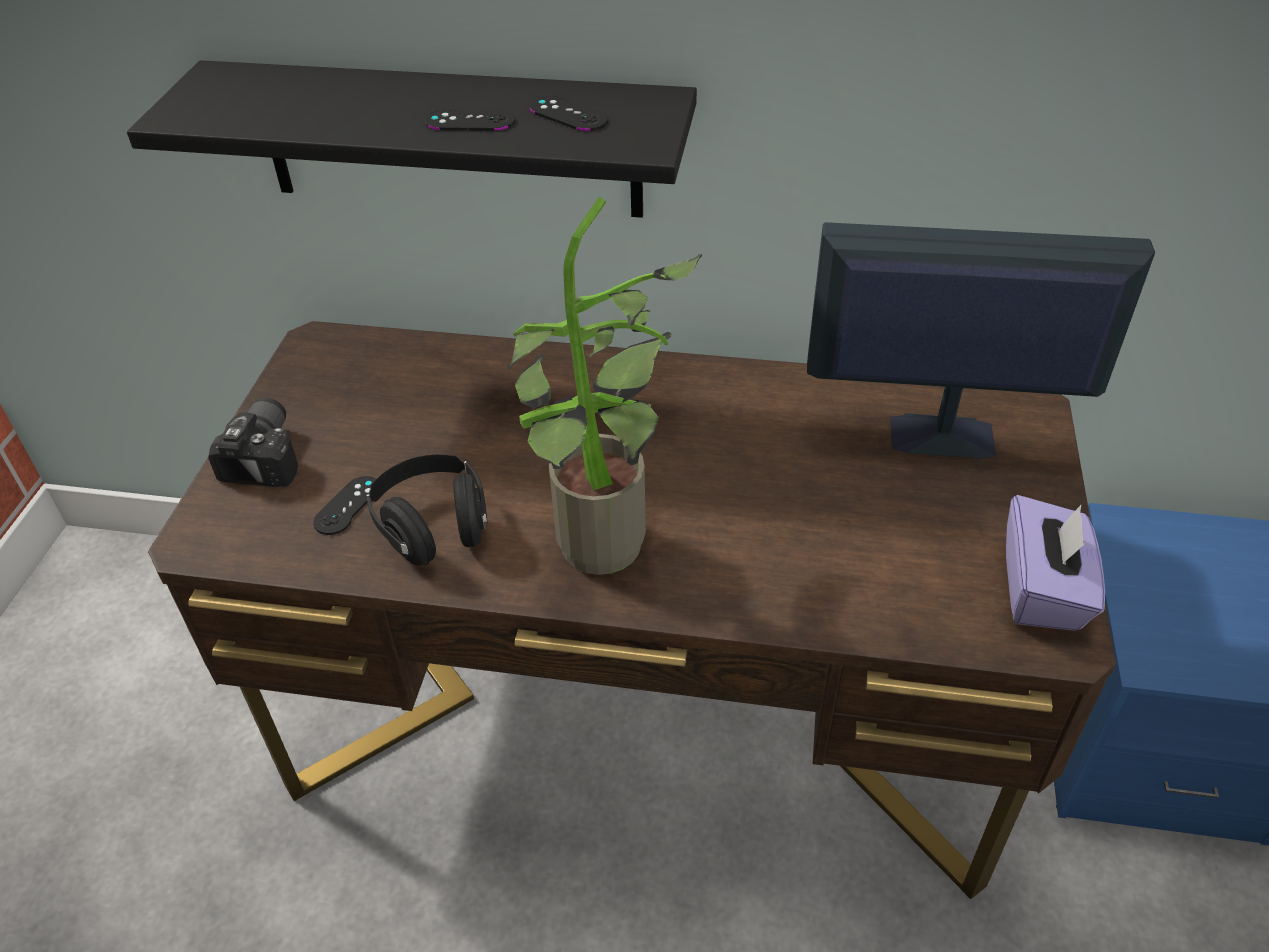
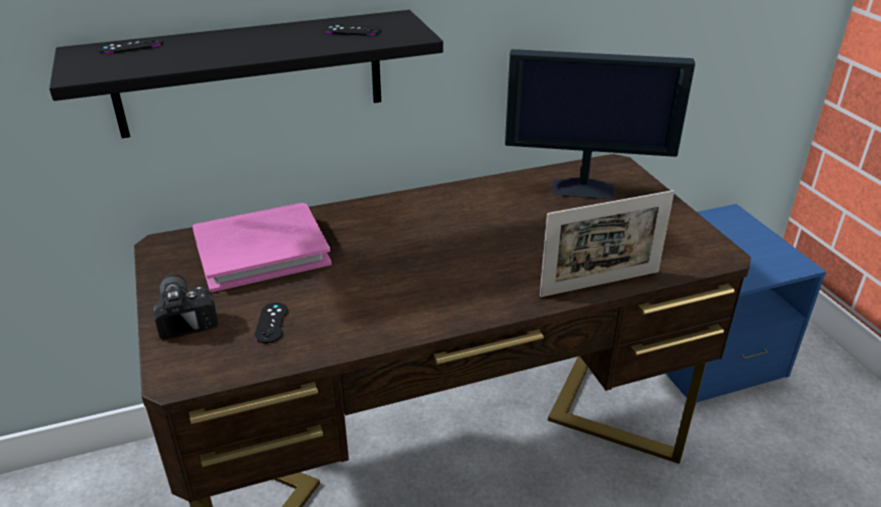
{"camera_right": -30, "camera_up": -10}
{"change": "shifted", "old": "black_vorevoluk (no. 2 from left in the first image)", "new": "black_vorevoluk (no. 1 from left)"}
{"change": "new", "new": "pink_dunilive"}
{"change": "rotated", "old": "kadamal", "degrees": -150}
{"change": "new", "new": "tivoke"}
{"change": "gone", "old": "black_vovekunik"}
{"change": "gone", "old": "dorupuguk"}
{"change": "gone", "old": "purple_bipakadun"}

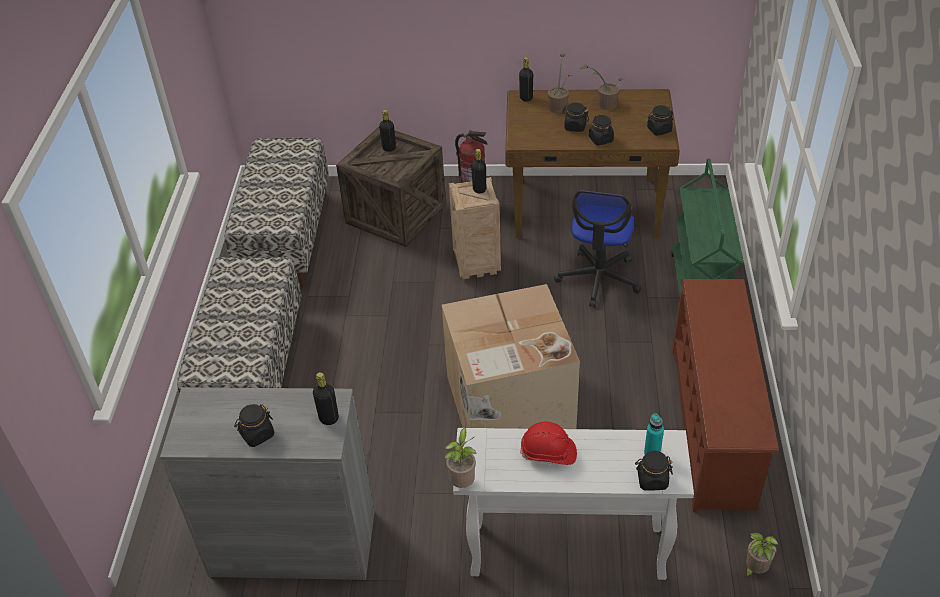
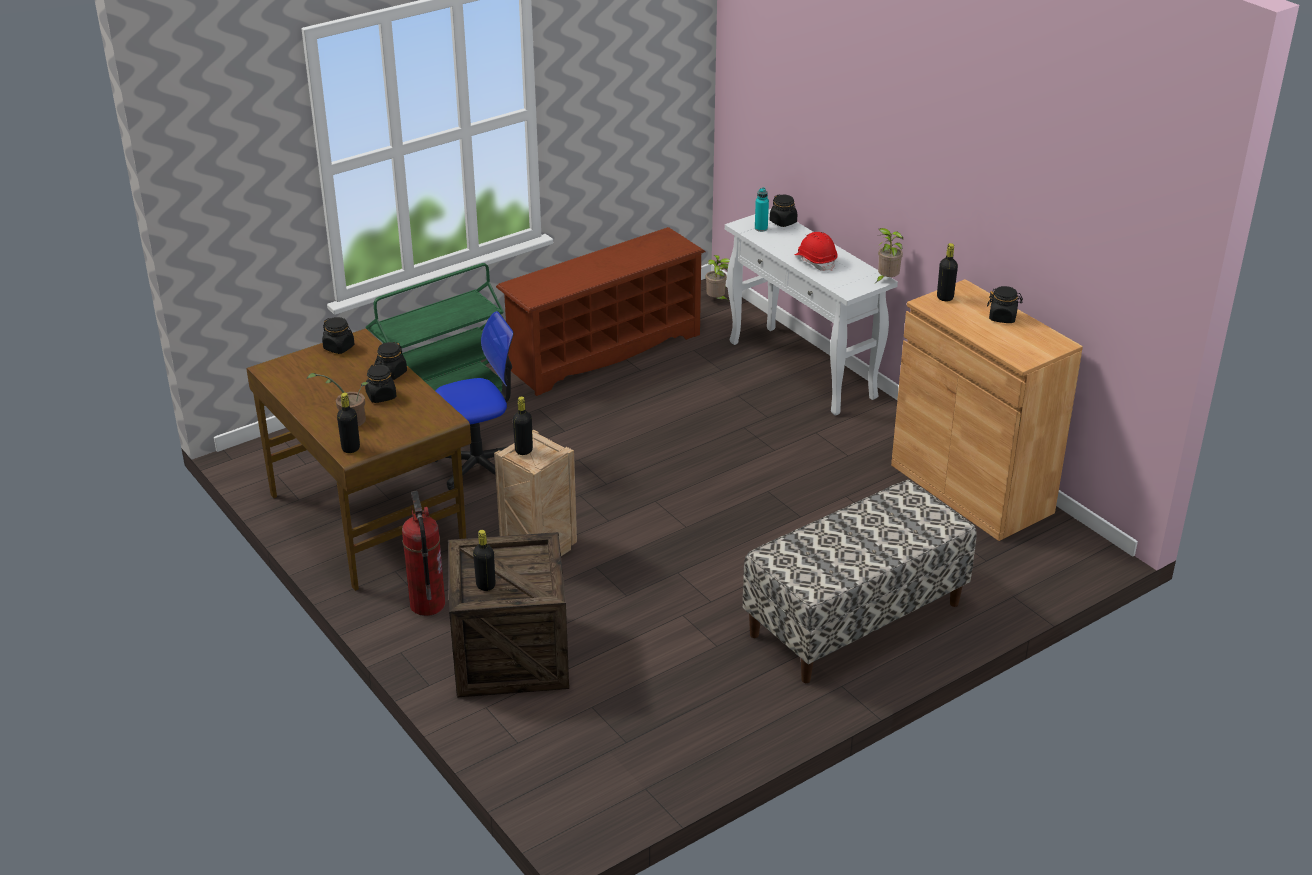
{"camera_right": -130, "camera_up": -10}
{"change": "repainted", "old": "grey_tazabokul", "new": "brown_tazabokul"}
{"change": "gone", "old": "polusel (no. 2 from left)"}
{"change": "gone", "old": "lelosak"}
{"change": "gone", "old": "dorupuguk (no. 3 from left)"}

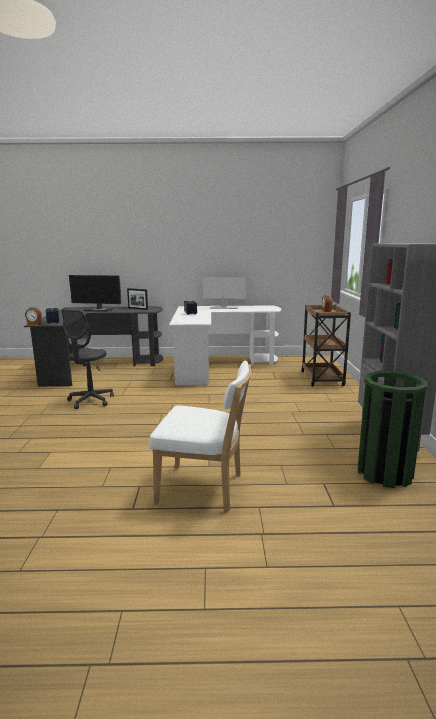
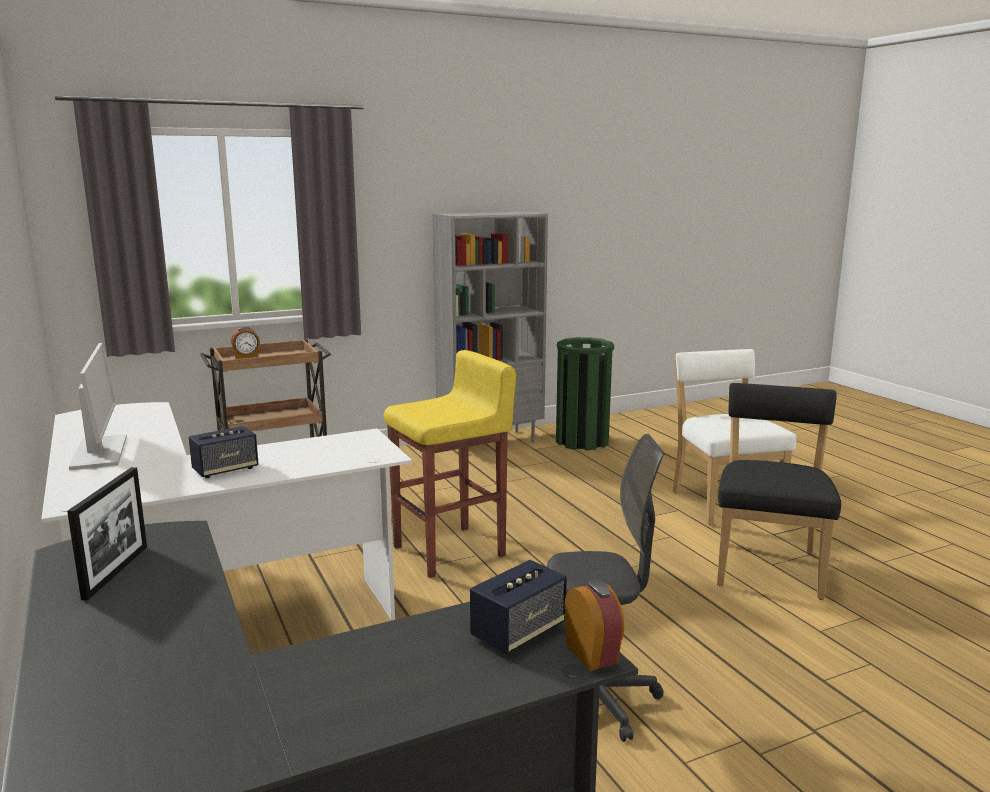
{"camera_right": -115, "camera_up": 0}
{"change": "new", "new": "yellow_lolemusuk"}
{"change": "new", "new": "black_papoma"}
{"change": "gone", "old": "kadamal (no. 1 from left)"}

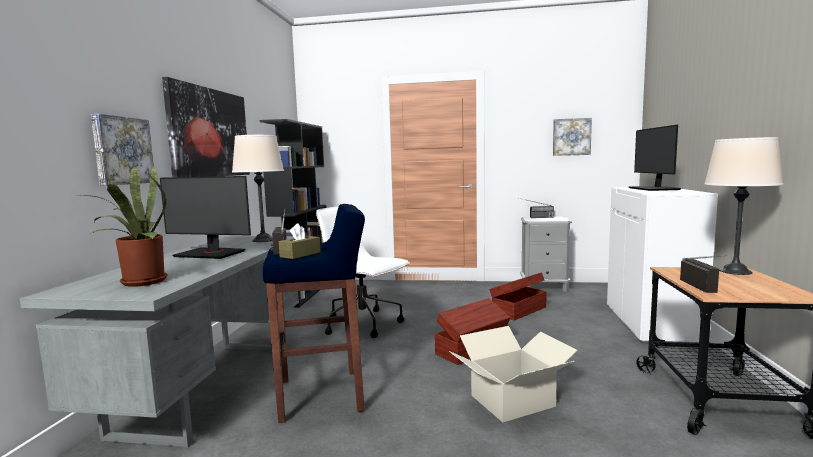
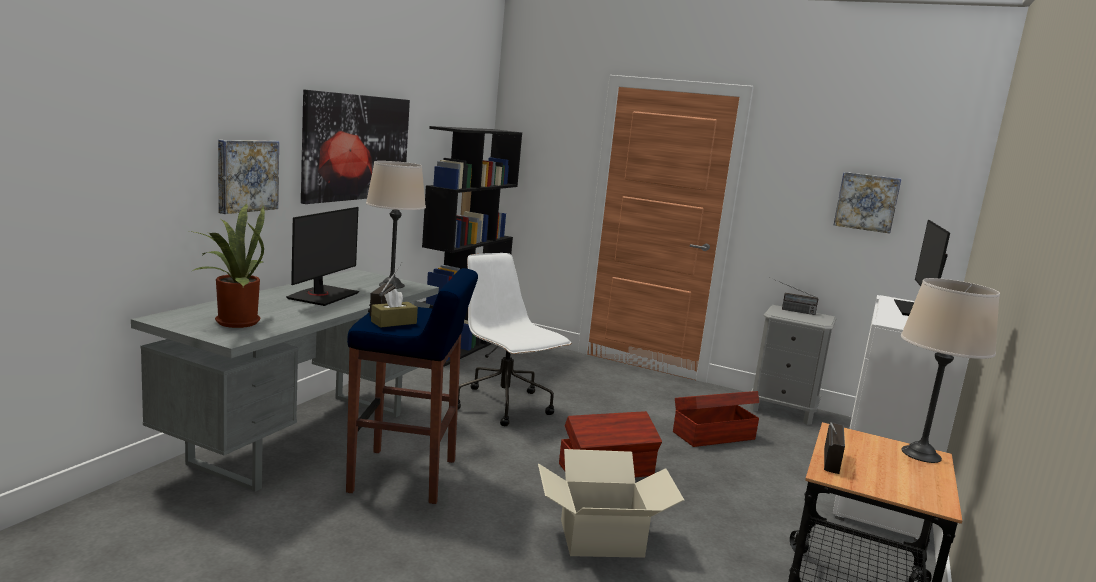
{"camera_right": 15, "camera_up": 5}
{"change": "rotated", "old": "kadamal (no. 1 from left)", "degrees": -105}

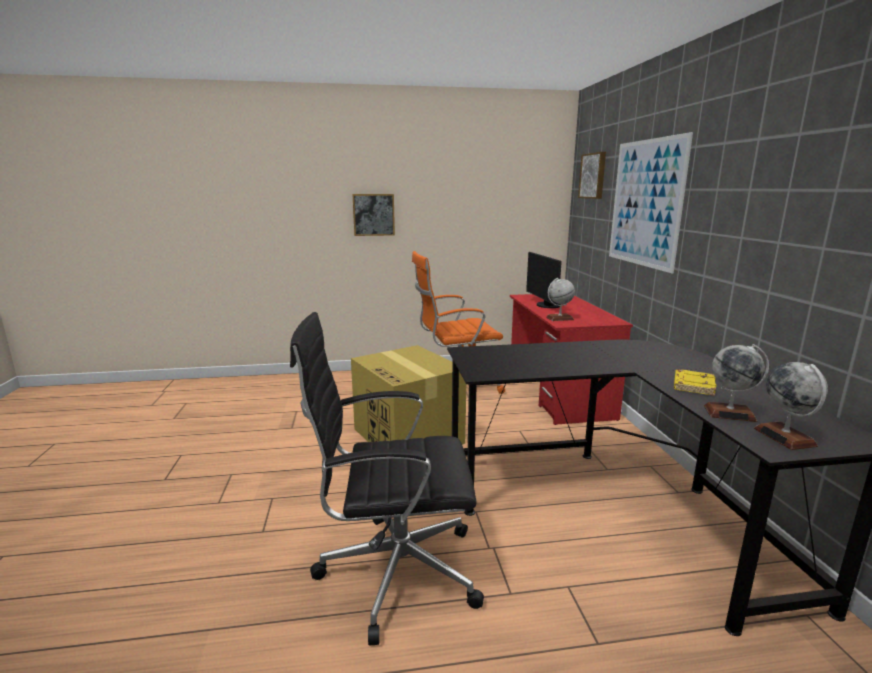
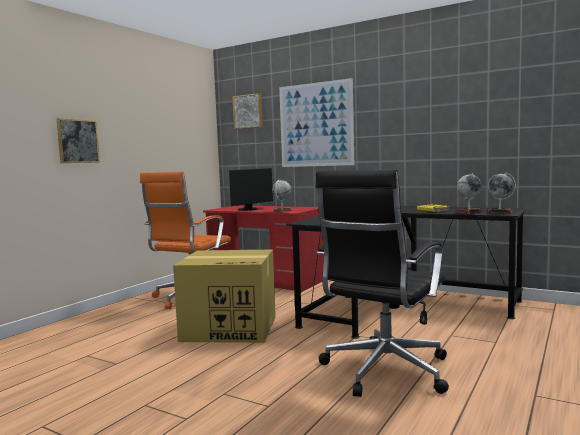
{"camera_right": -50, "camera_up": -10}
{"change": "rotated", "old": "kadamal", "degrees": -75}

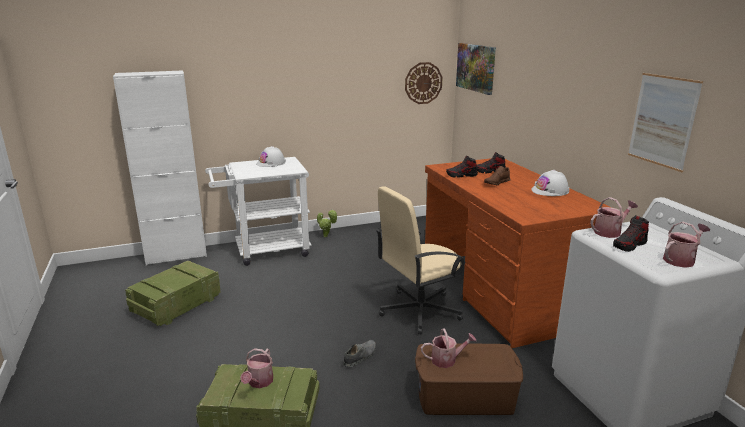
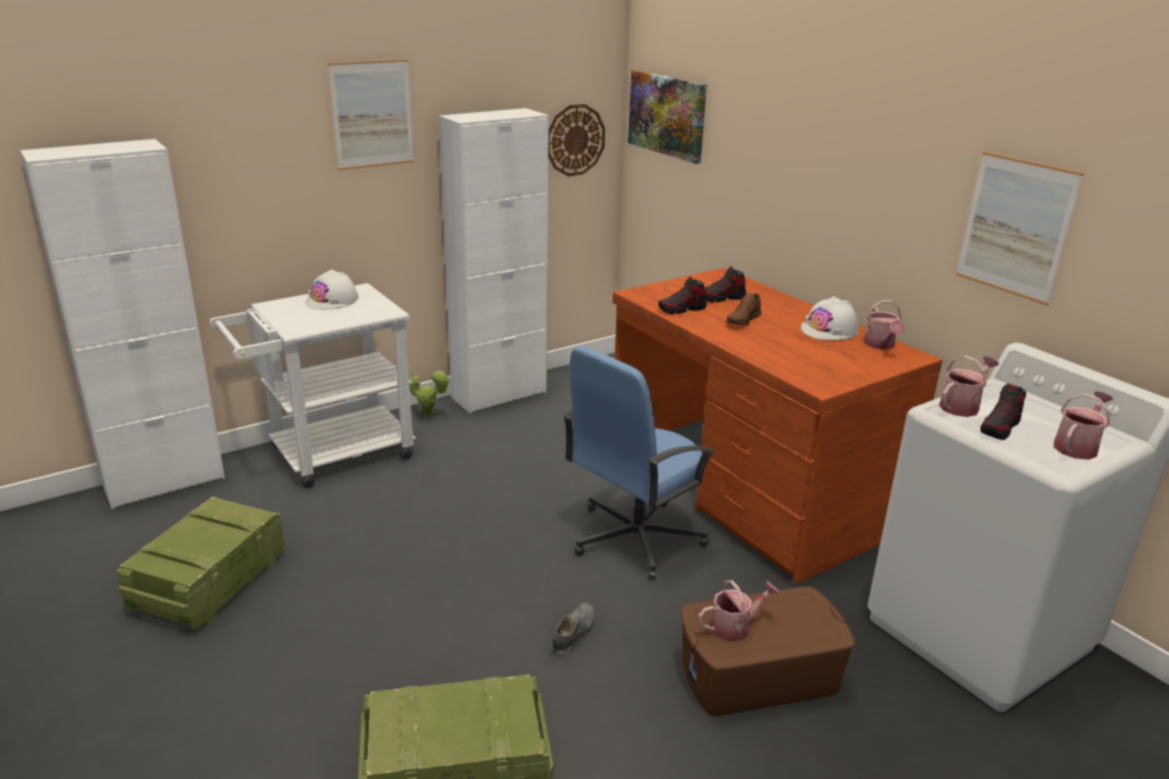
{"camera_right": -15, "camera_up": 5}
{"change": "new", "new": "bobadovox (no. 1 from left)"}
{"change": "new", "new": "white_tazabokul (no. 2 from left)"}
{"change": "repainted", "old": "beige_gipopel", "new": "blue_gipopel"}
{"change": "shifted", "old": "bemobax (no. 1 from left in the first image)", "new": "bemobax (no. 2 from left)"}

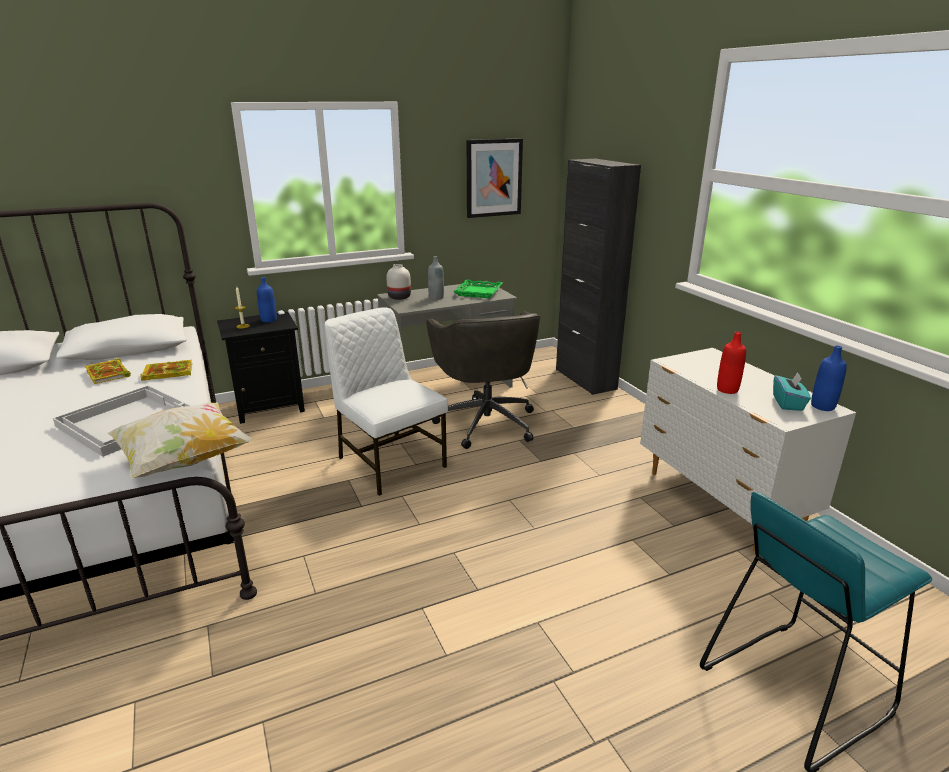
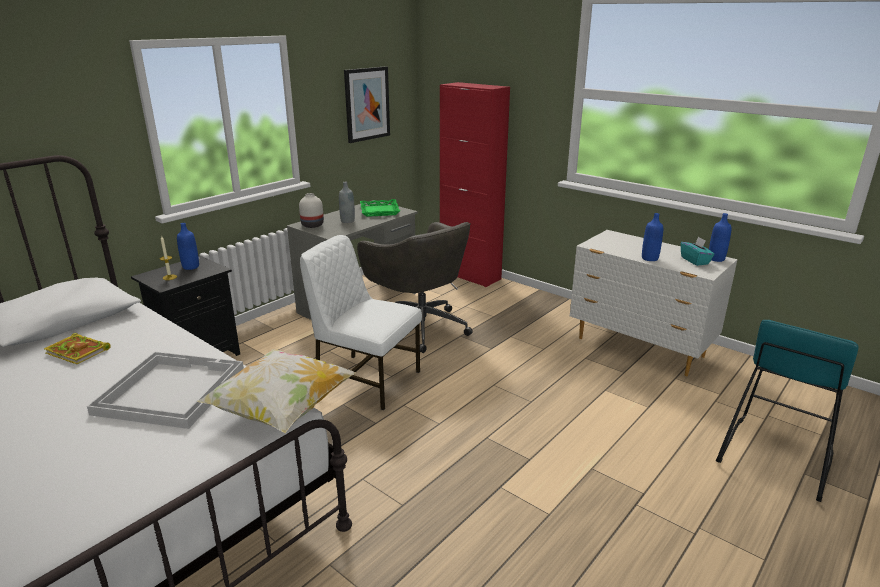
{"camera_right": -25, "camera_up": 0}
{"change": "repainted", "old": "black_tazabokul", "new": "red_tazabokul"}
{"change": "repainted", "old": "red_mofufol", "new": "blue_mofufol (no. 2 from left)"}
{"change": "gone", "old": "dunilive (no. 2 from left)"}

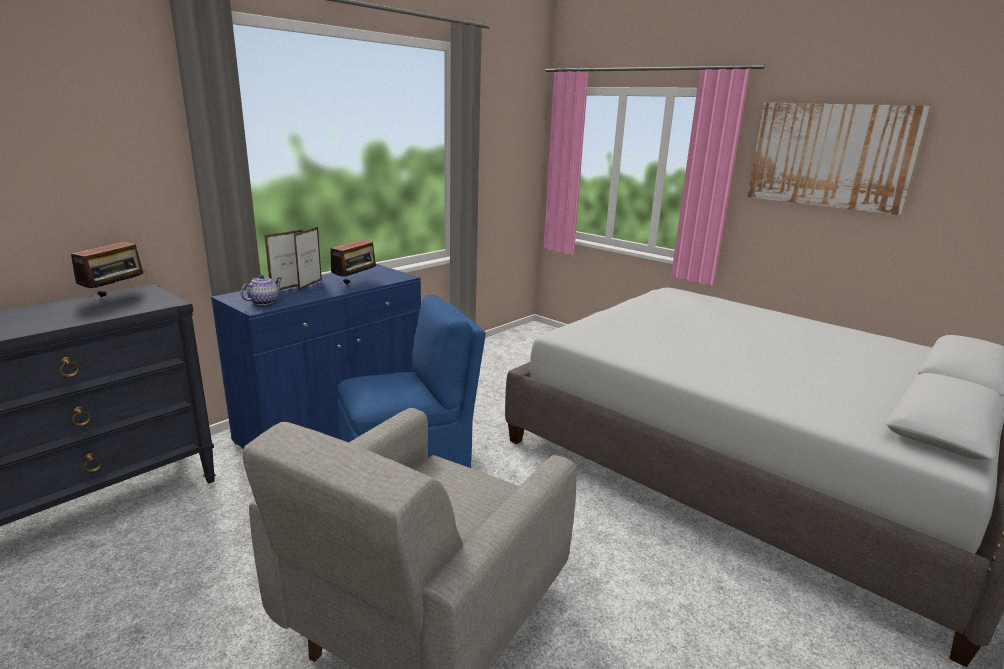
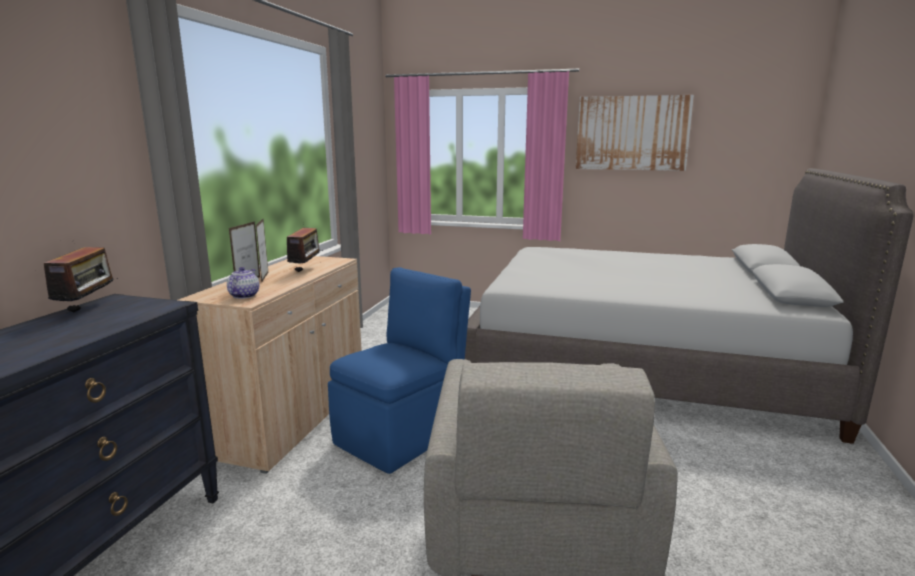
{"camera_right": -25, "camera_up": -5}
{"change": "repainted", "old": "blue_tazabokul", "new": "beige_tazabokul"}

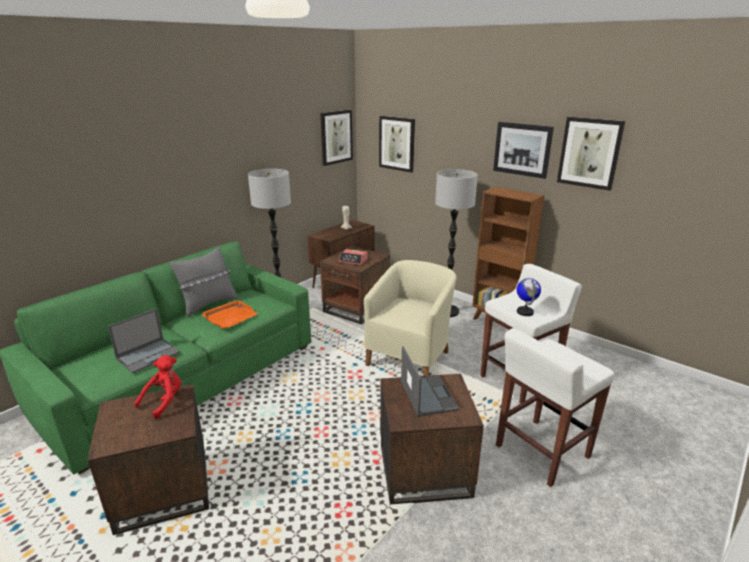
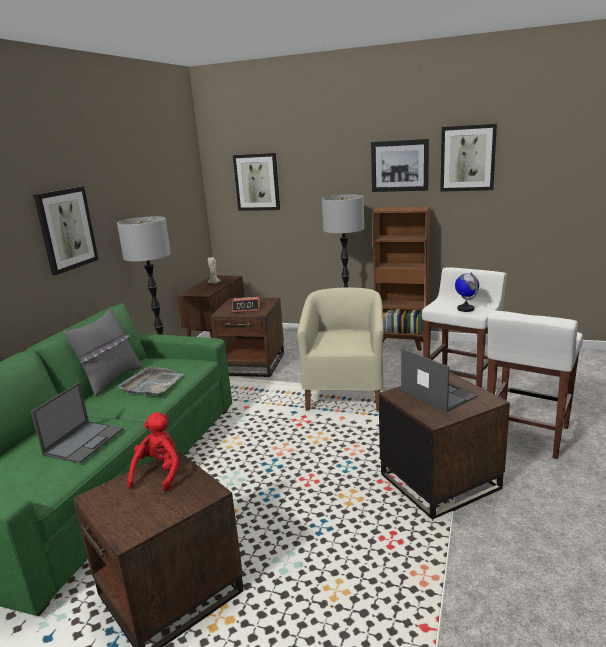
{"camera_right": -20, "camera_up": -5}
{"change": "shifted", "old": "bobadovox (no. 1 from left)"}
{"change": "repainted", "old": "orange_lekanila", "new": "grey_lekanila"}

